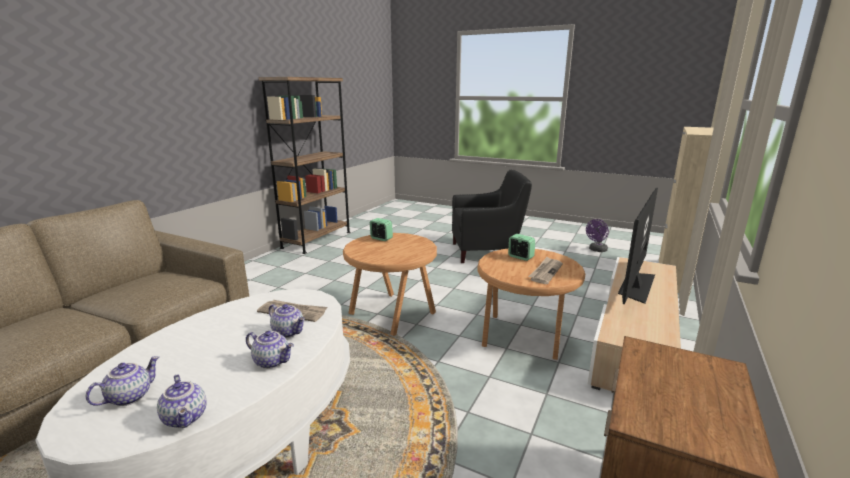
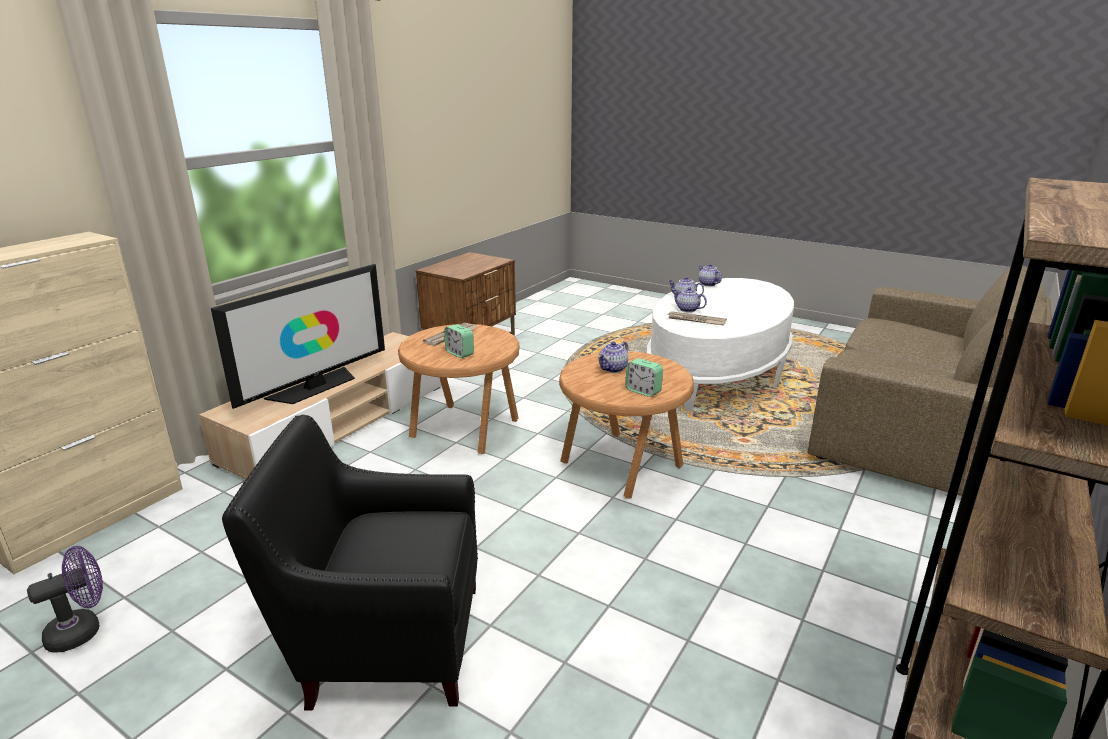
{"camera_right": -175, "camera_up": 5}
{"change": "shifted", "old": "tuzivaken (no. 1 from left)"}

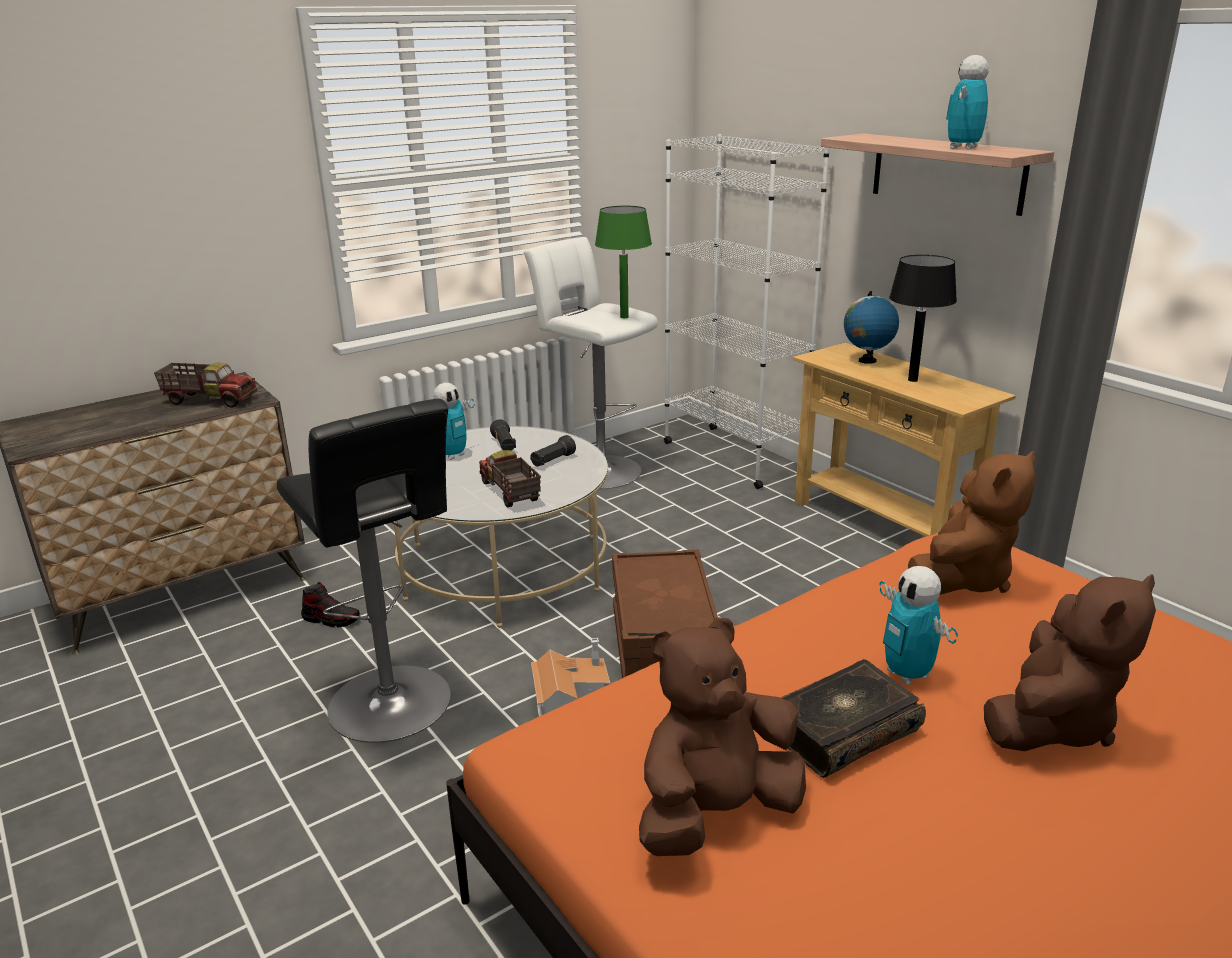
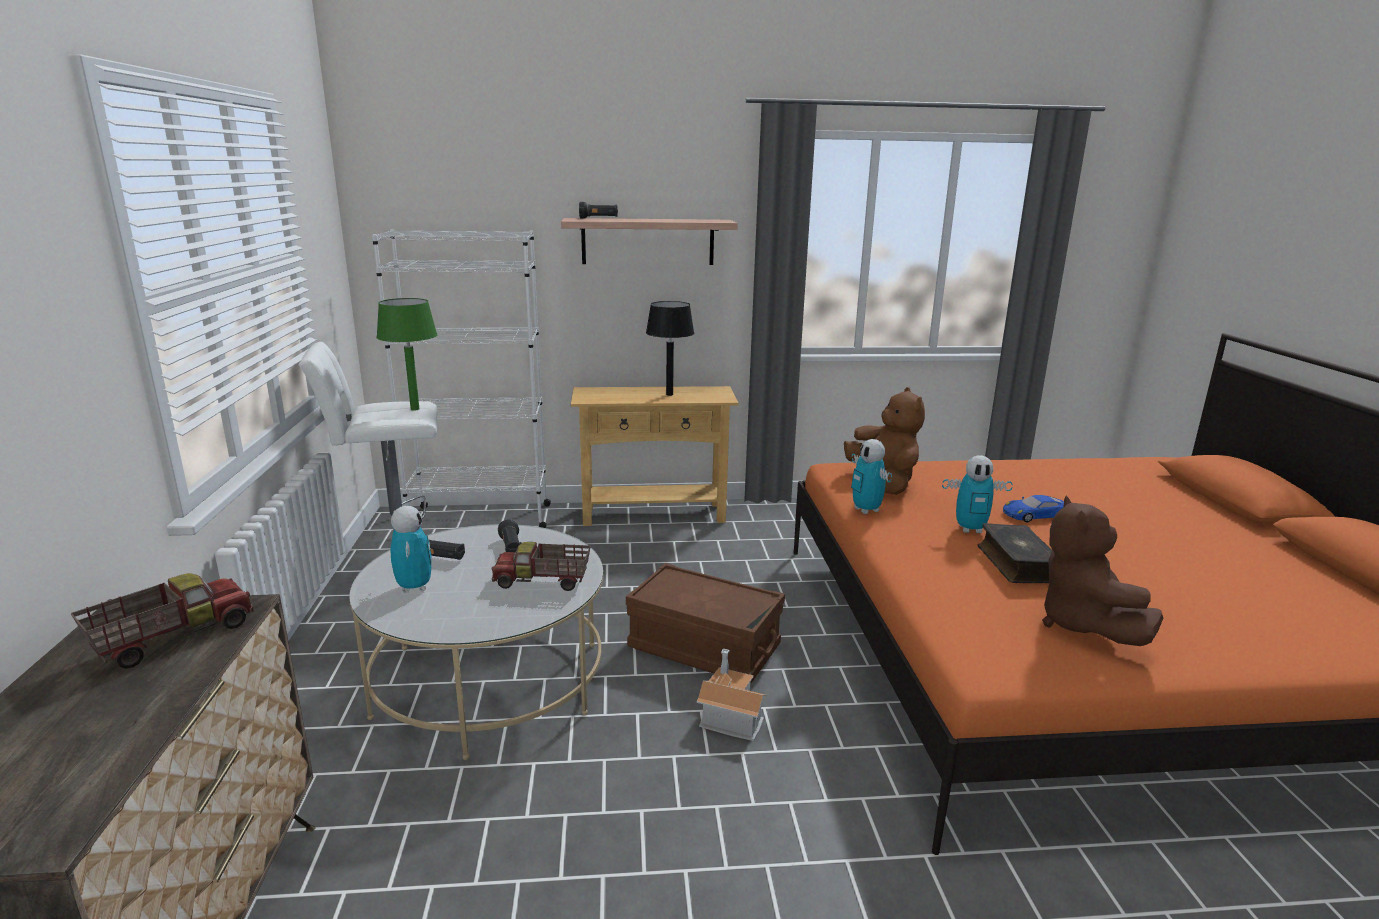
{"camera_right": -60, "camera_up": -5}
{"change": "new", "new": "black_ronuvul (no. 3 from left)"}
{"change": "shifted", "old": "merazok (no. 3 from left in the first image)", "new": "merazok (no. 2 from left)"}
{"change": "swapped", "old": "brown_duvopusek (no. 3 from left)", "new": "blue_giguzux"}
{"change": "gone", "old": "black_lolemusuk"}
{"change": "gone", "old": "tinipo"}
{"change": "gone", "old": "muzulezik"}

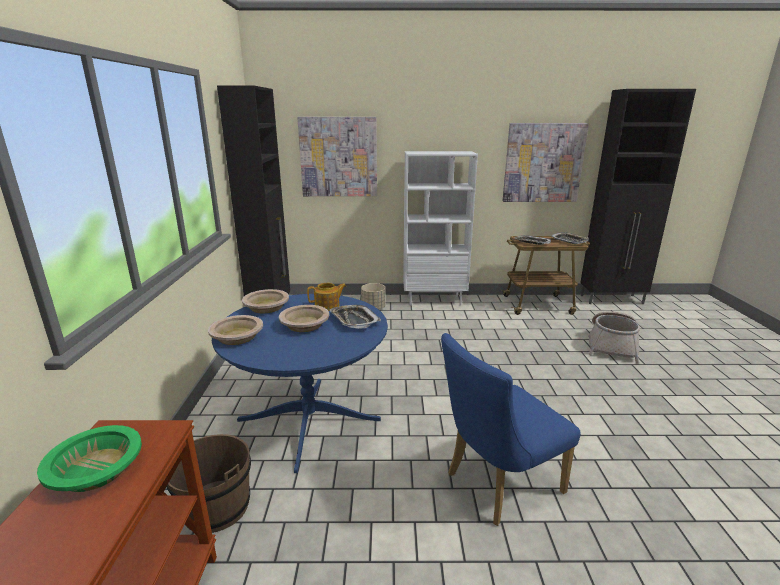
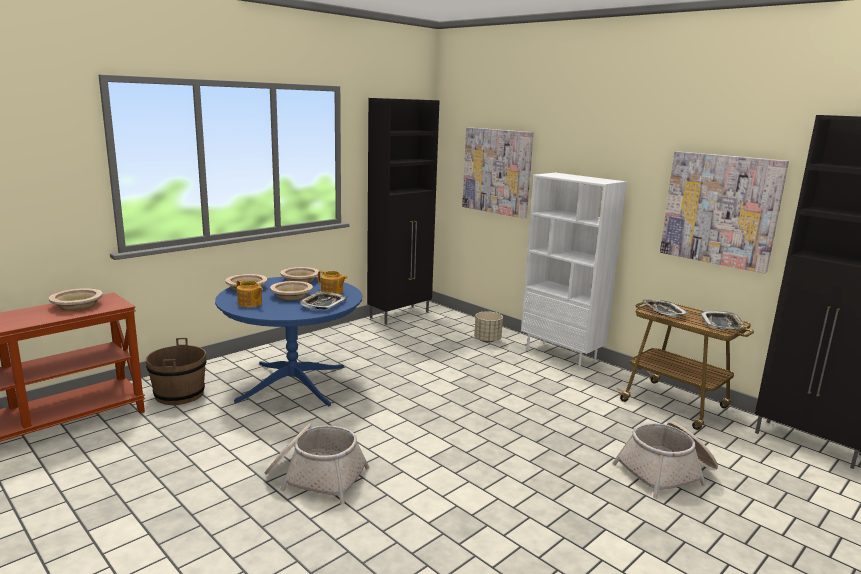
{"camera_right": 45, "camera_up": -5}
{"change": "repainted", "old": "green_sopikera", "new": "beige_sopikera (no. 1 from left)"}
{"change": "new", "new": "tuzivaken (no. 1 from left)"}
{"change": "swapped", "old": "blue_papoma", "new": "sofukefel (no. 1 from left)"}

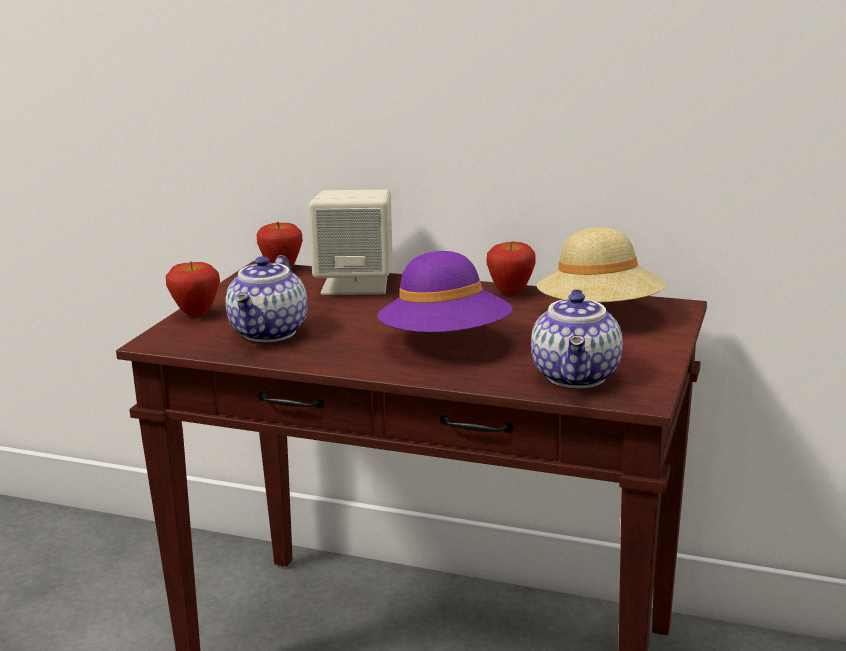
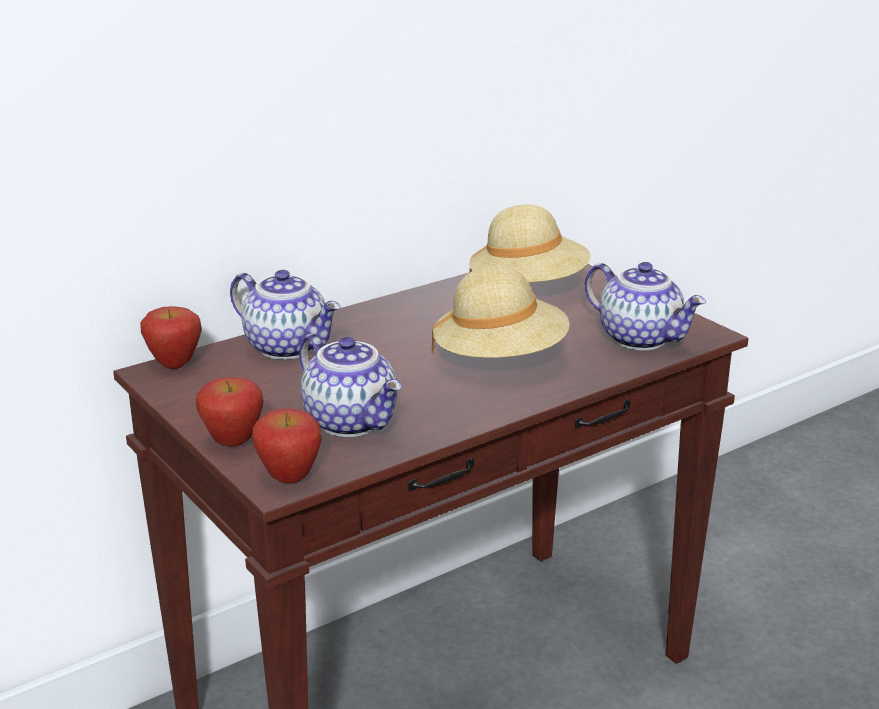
{"camera_right": -55, "camera_up": 5}
{"change": "swapped", "old": "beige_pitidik", "new": "tuzivaken (no. 1 from left)"}
{"change": "shifted", "old": "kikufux (no. 3 from left)"}
{"change": "repainted", "old": "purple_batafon", "new": "beige_batafon (no. 1 from left)"}

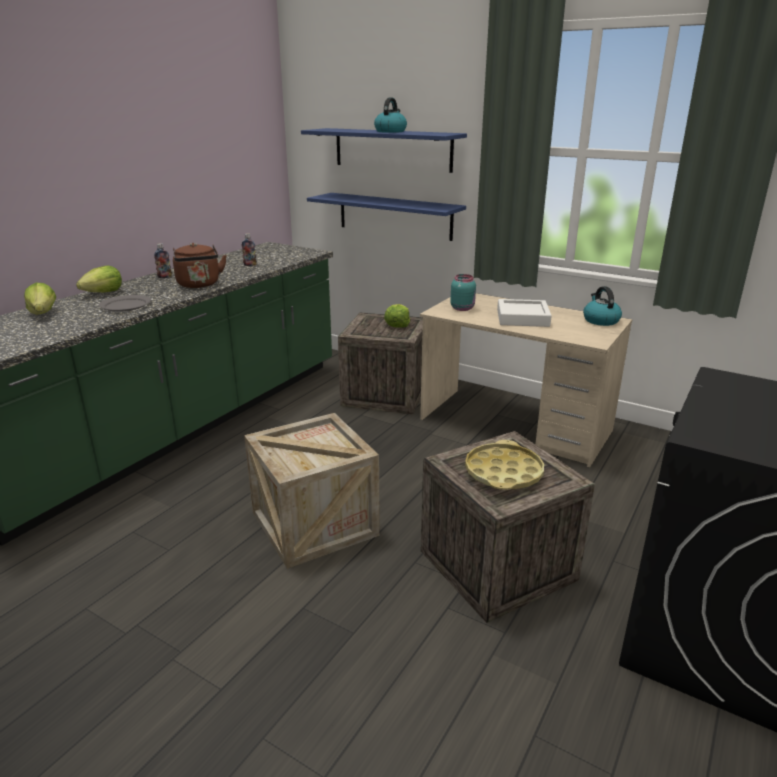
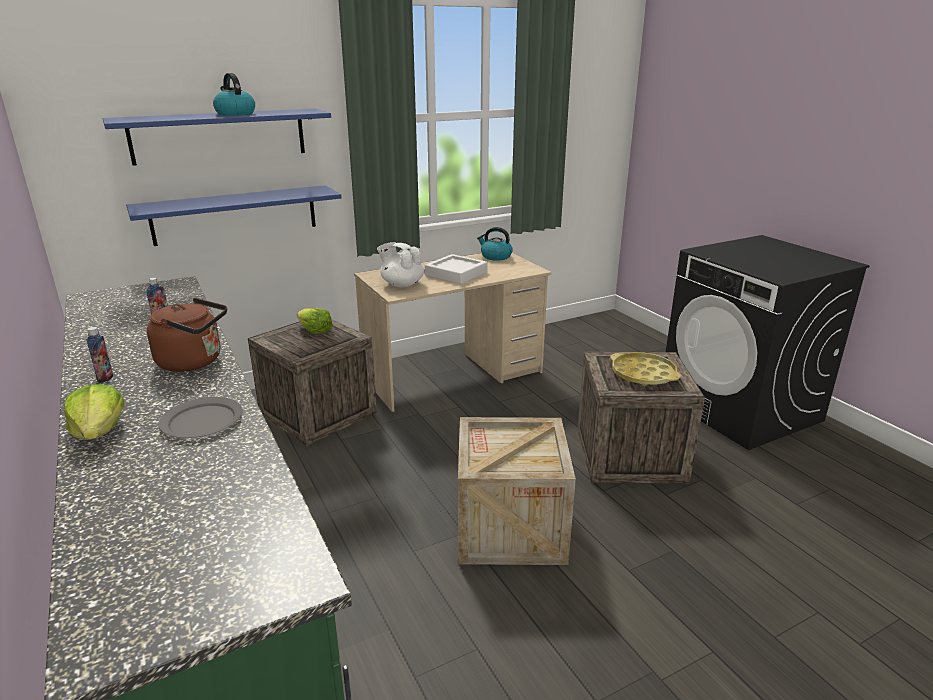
{"camera_right": -60, "camera_up": 0}
{"change": "swapped", "old": "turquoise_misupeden", "new": "white_tuzivaken"}
{"change": "gone", "old": "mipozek (no. 1 from left)"}

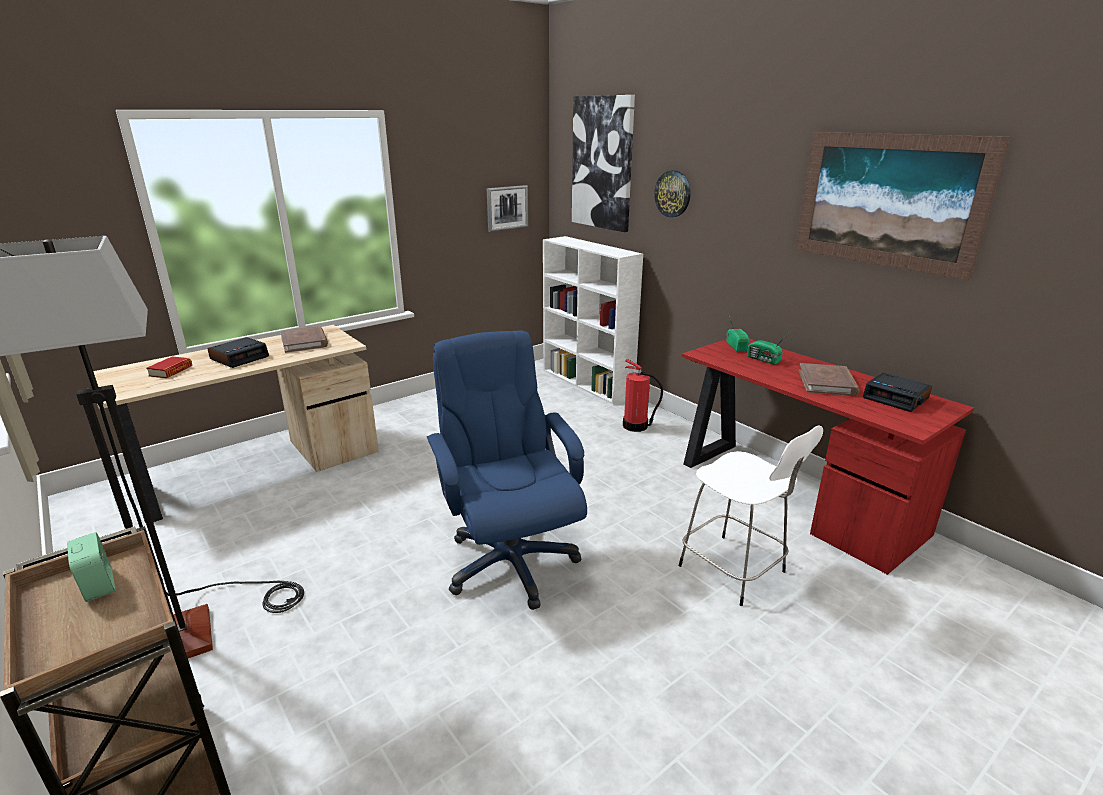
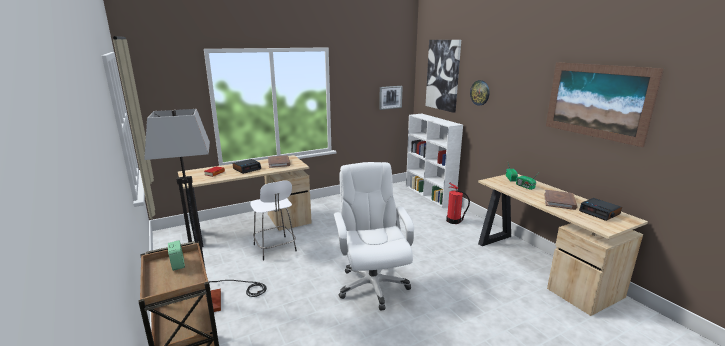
{"camera_right": 10, "camera_up": -5}
{"change": "shifted", "old": "white_lolemusuk"}
{"change": "repainted", "old": "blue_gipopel", "new": "white_gipopel"}
{"change": "repainted", "old": "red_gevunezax", "new": "beige_gevunezax (no. 2 from left)"}

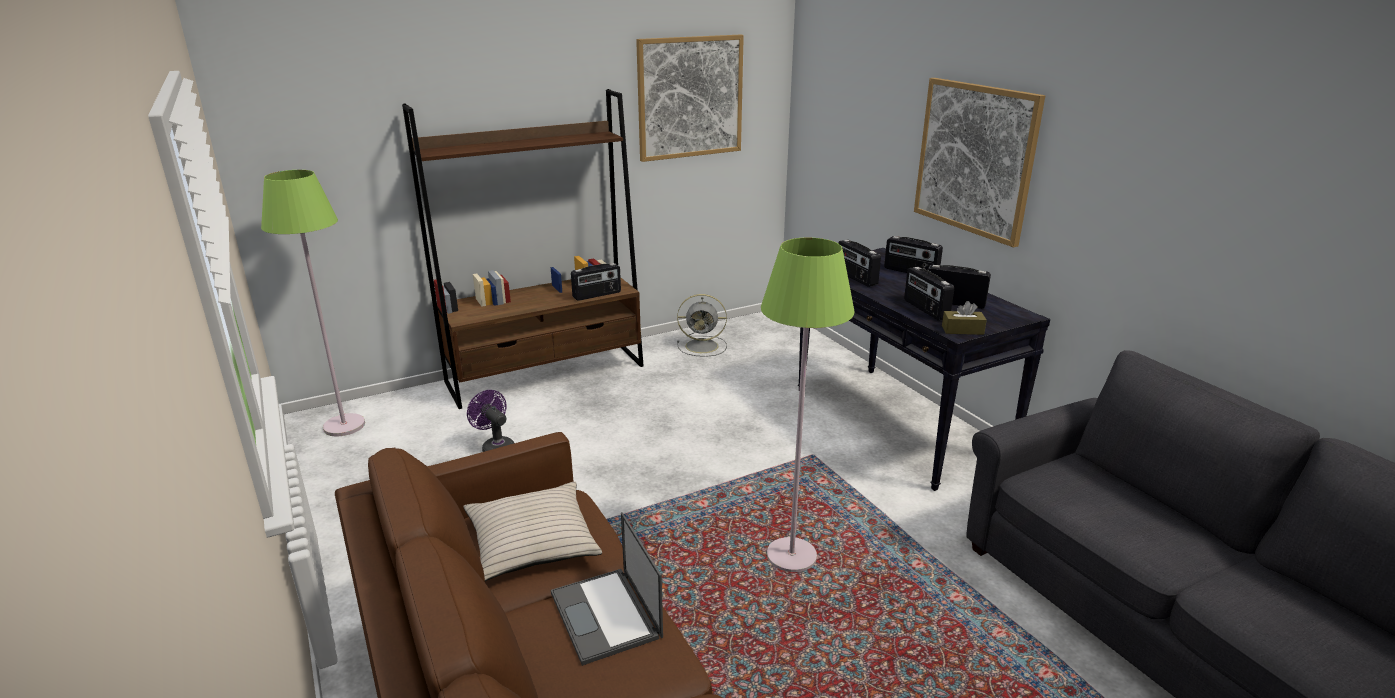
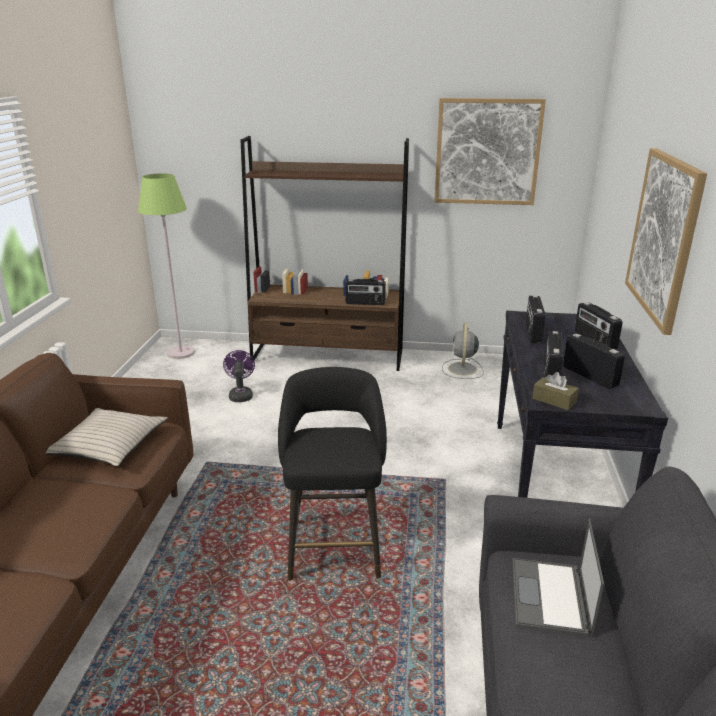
{"camera_right": 35, "camera_up": 0}
{"change": "swapped", "old": "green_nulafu (no. 2 from left)", "new": "black_lolemusuk"}
{"change": "rotated", "old": "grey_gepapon", "degrees": 60}
{"change": "shifted", "old": "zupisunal"}

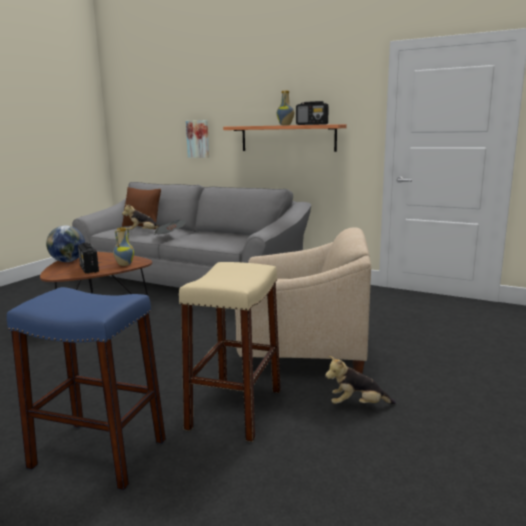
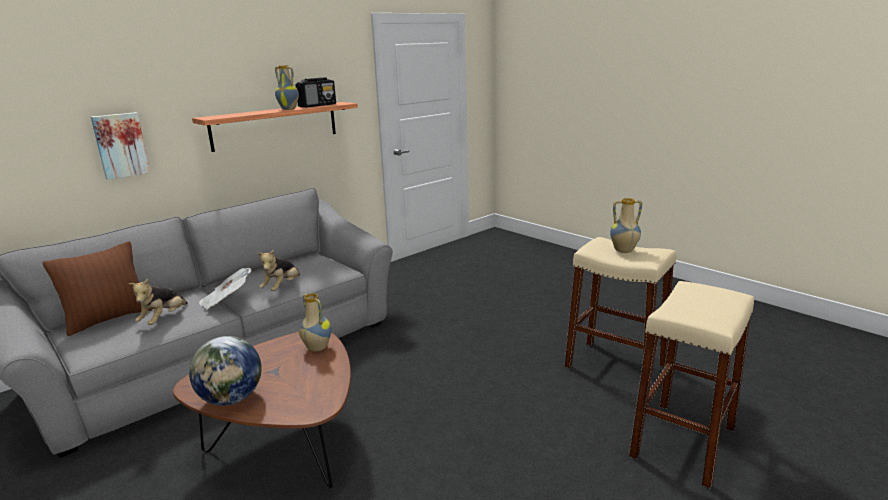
{"camera_right": -70, "camera_up": 5}
{"change": "shifted", "old": "duvopusek (no. 2 from left)"}
{"change": "new", "new": "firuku (no. 3 from left)"}
{"change": "repainted", "old": "blue_lolemusuk", "new": "beige_lolemusuk (no. 2 from left)"}
{"change": "gone", "old": "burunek (no. 1 from left)"}
{"change": "gone", "old": "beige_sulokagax"}

